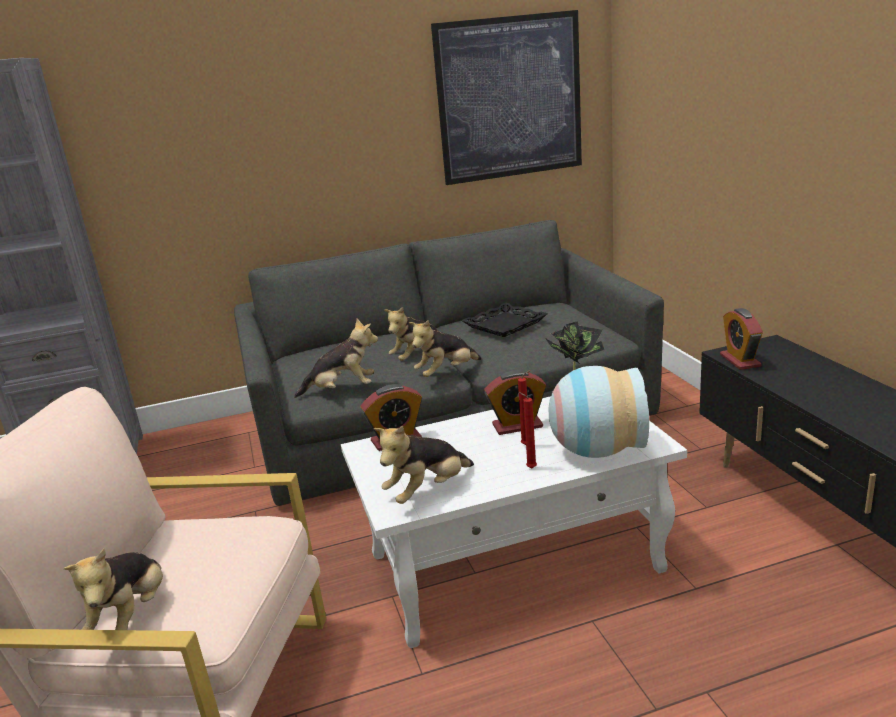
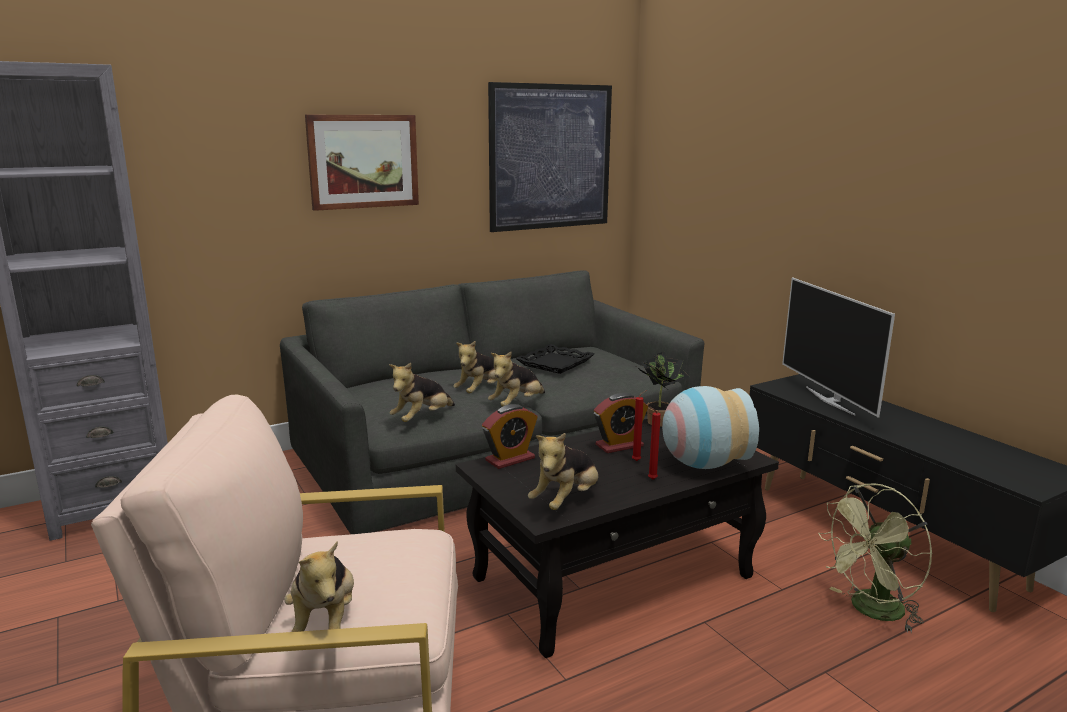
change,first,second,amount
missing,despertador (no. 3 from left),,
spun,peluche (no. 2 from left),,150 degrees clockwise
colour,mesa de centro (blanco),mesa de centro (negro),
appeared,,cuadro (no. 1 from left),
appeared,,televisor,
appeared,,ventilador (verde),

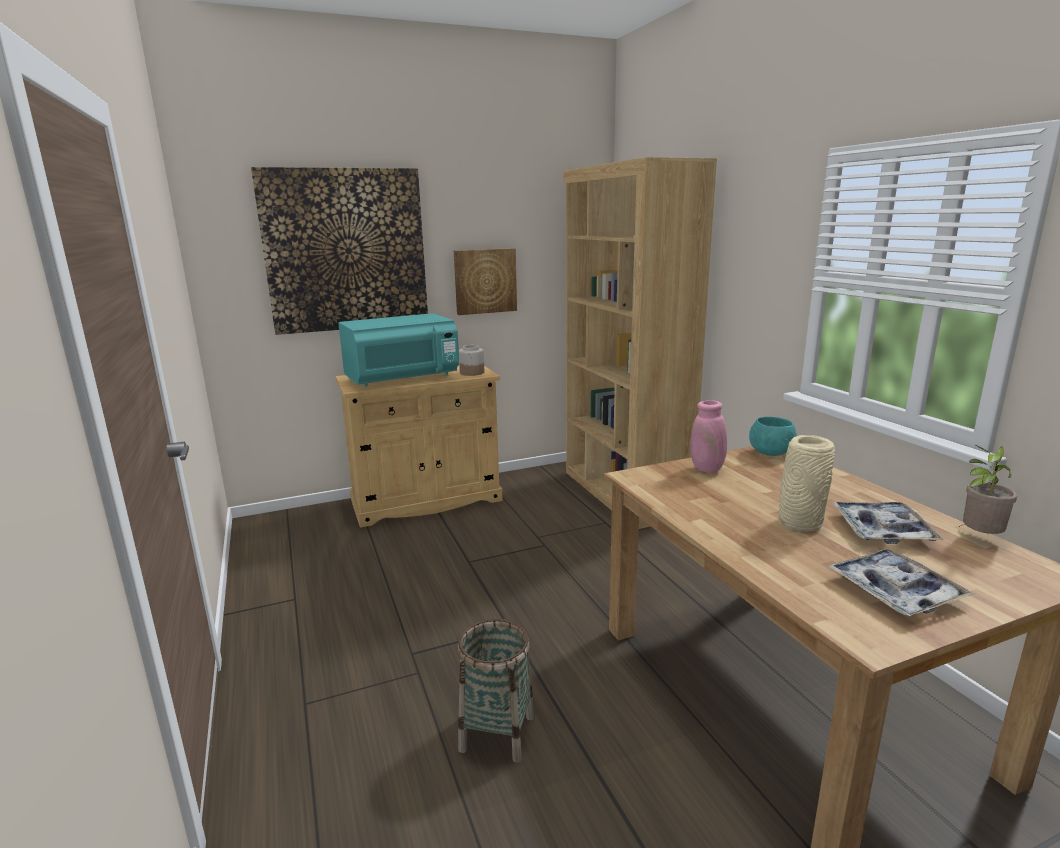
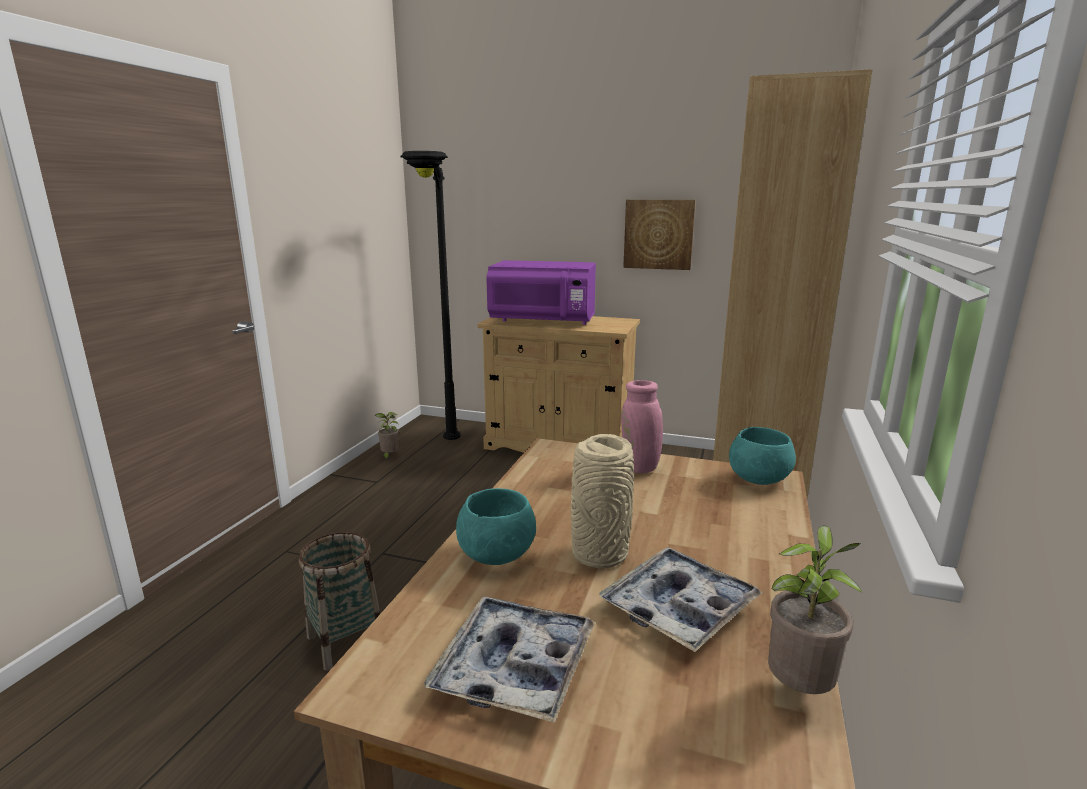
change,first,second,amount
missing,cuadro (no. 1 from left),,
colour,microondas (turquesa),microondas (morado),
missing,tarro,,
appeared,,lámpara de pie (negro),
appeared,,planta en maceta (no. 1 from left),
appeared,,cuenco (turquesa) (no. 1 from left),

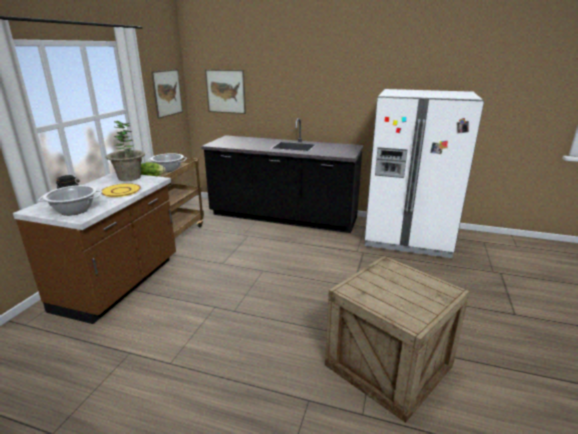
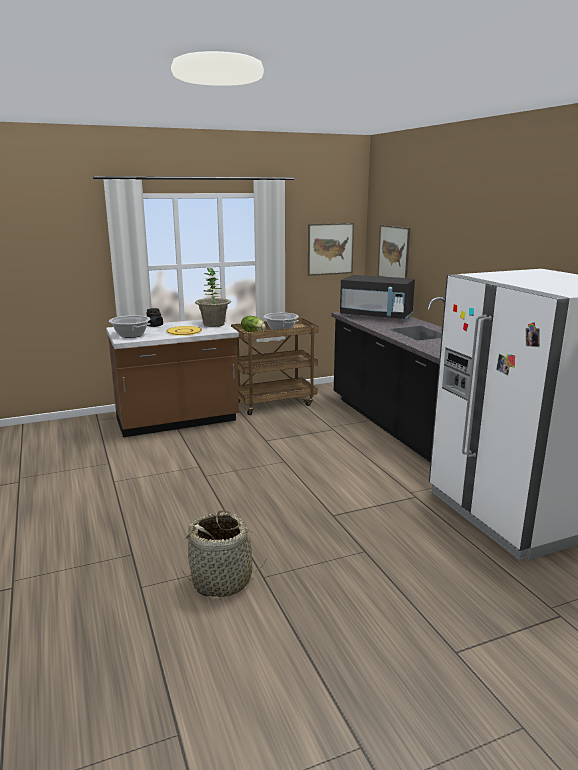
change,first,second,amount
exchanged,caja de embalaje,cesta,
appeared,,microondas (negro),

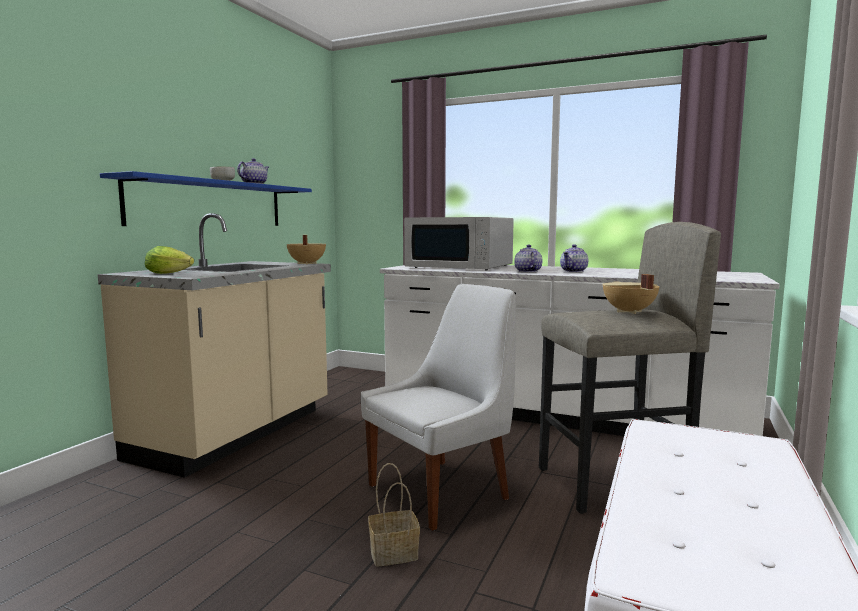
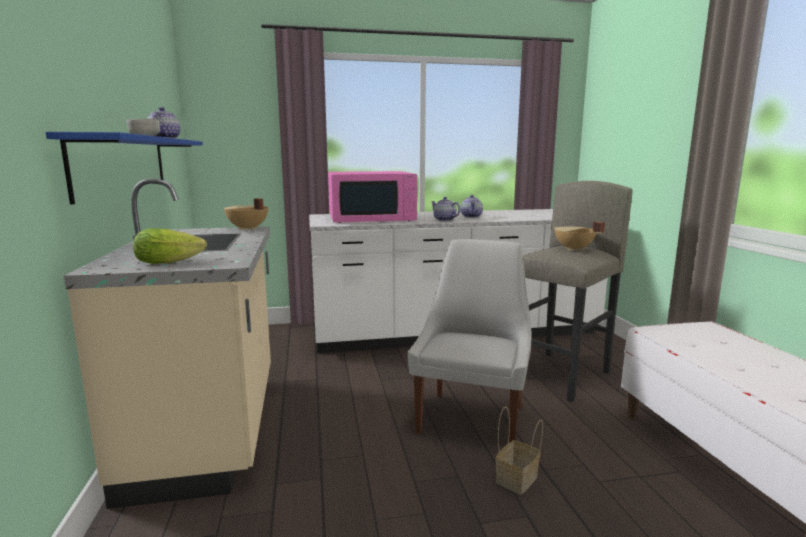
change,first,second,amount
colour,microondas (blanco),microondas (rosa),

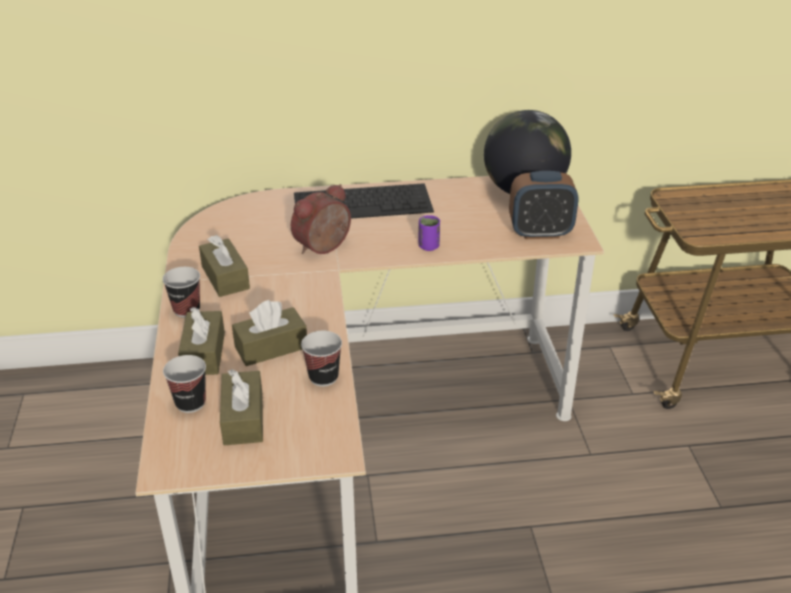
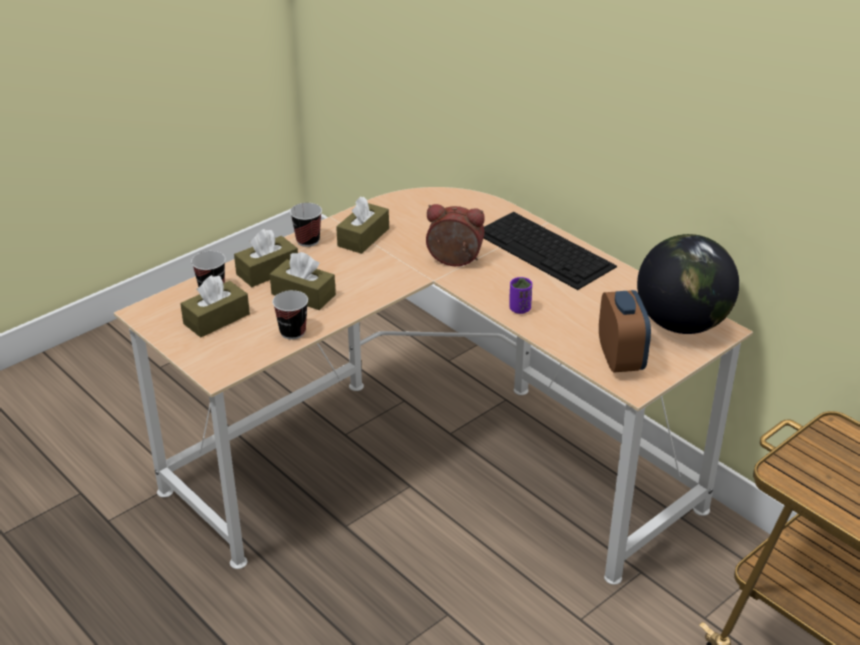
change,first,second,amount
spun,despertador (no. 2 from left),,150 degrees counterclockwise

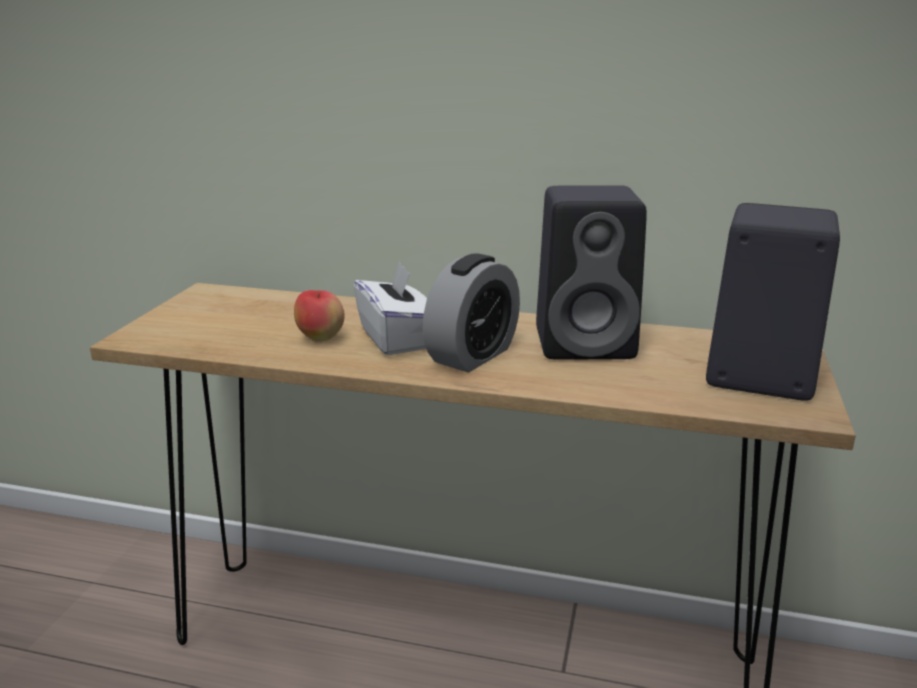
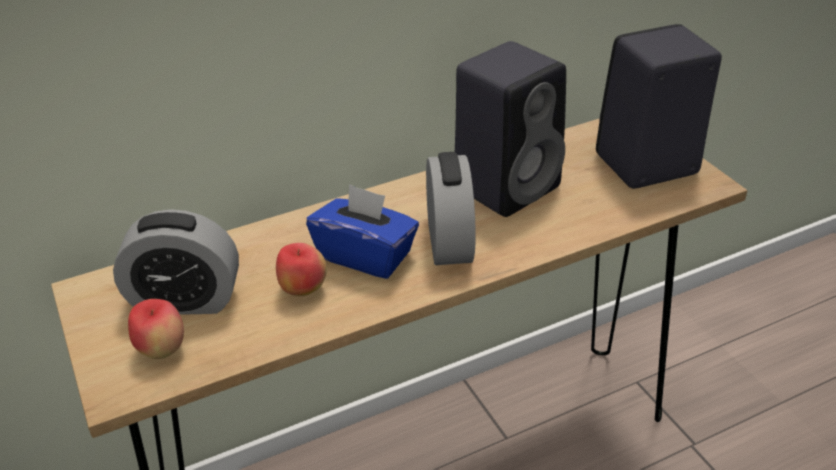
change,first,second,amount
colour,caja de pañuelos (blanco),caja de pañuelos (azul),
appeared,,despertador (no. 1 from left),
appeared,,manzana (no. 1 from left),

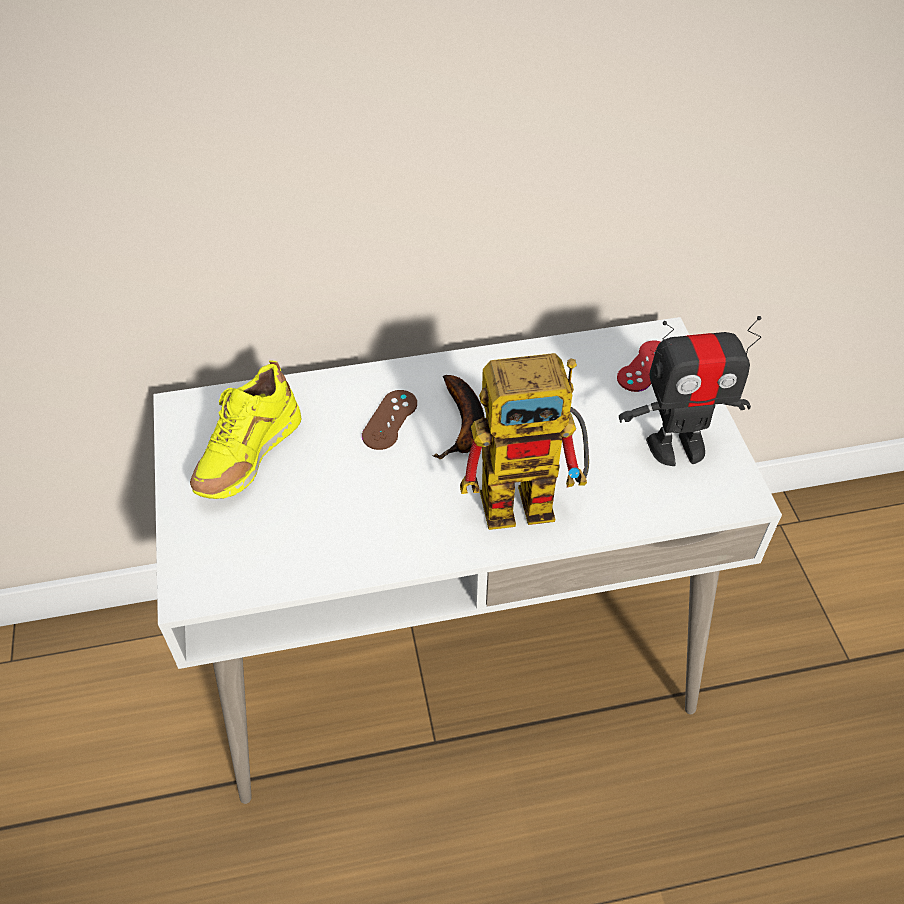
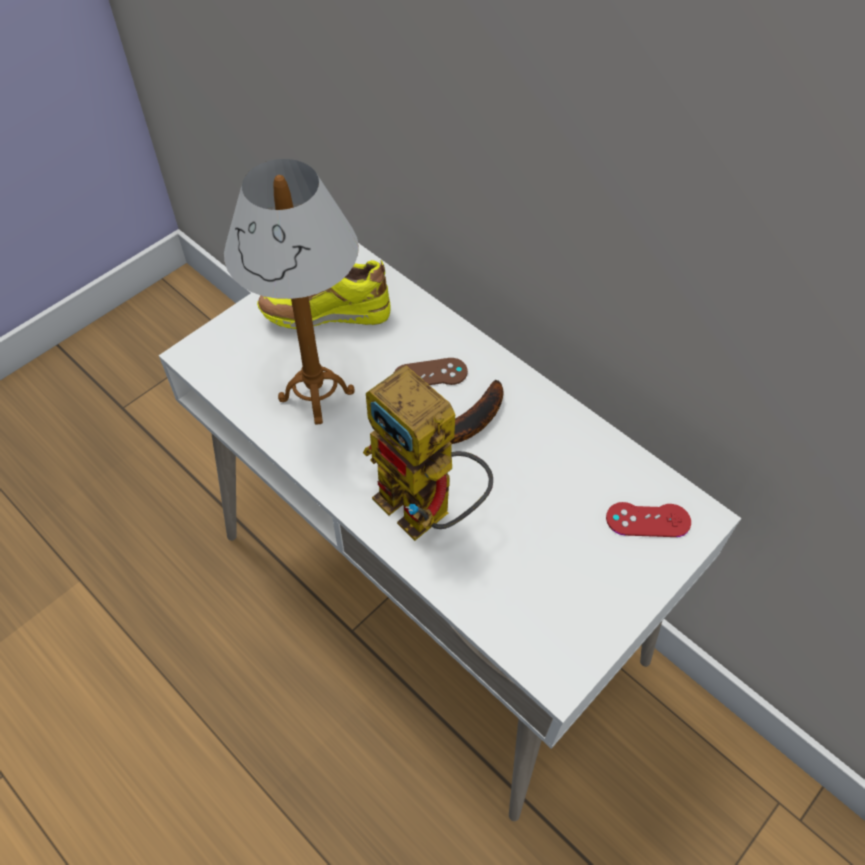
change,first,second,amount
missing,robot de juguete (no. 2 from left),,
appeared,,lámpara de mesa,

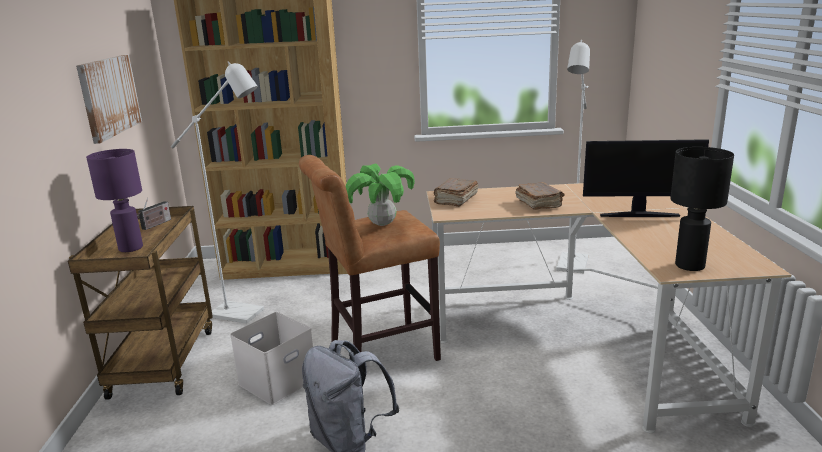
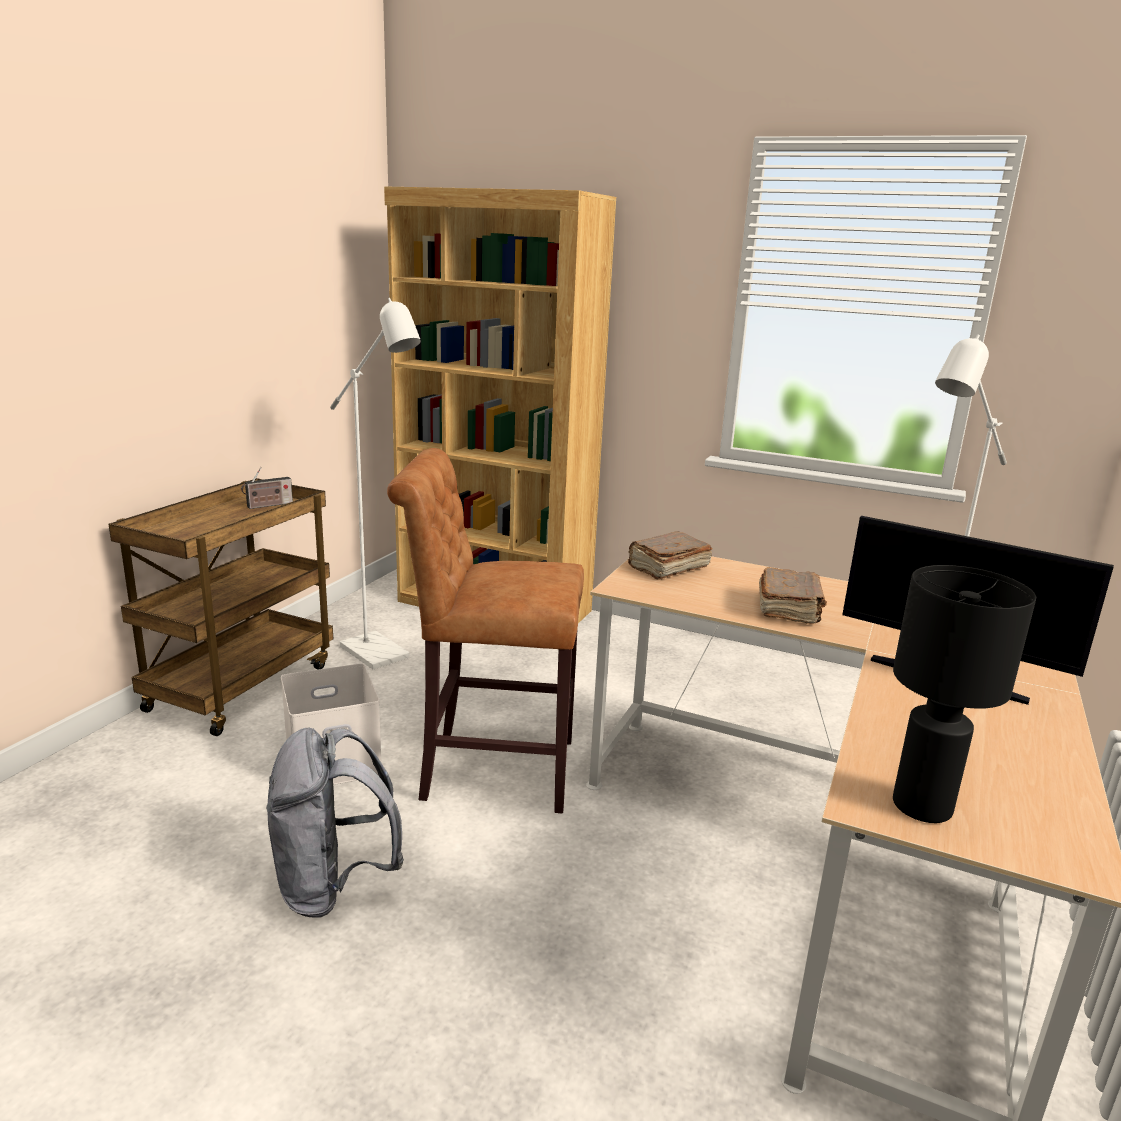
change,first,second,amount
missing,cuadro,,
missing,lámpara de mesa (morado),,
missing,planta en maceta,,

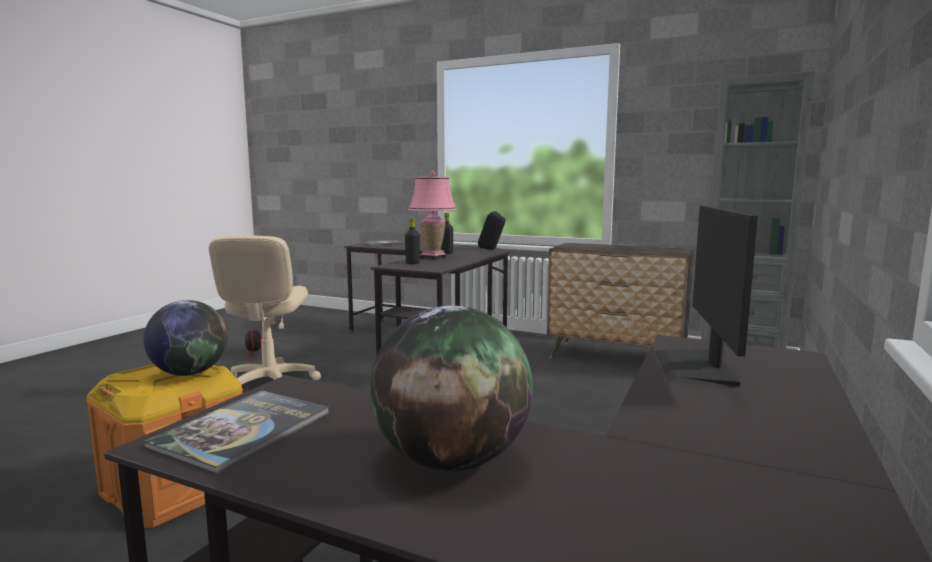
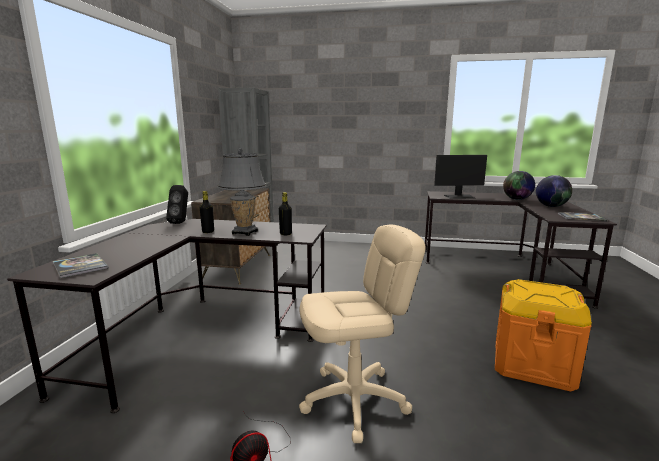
change,first,second,amount
colour,lámpara de mesa (rosa),lámpara de mesa (gris),
relocated,globo terráqueo (no. 1 from left),,

